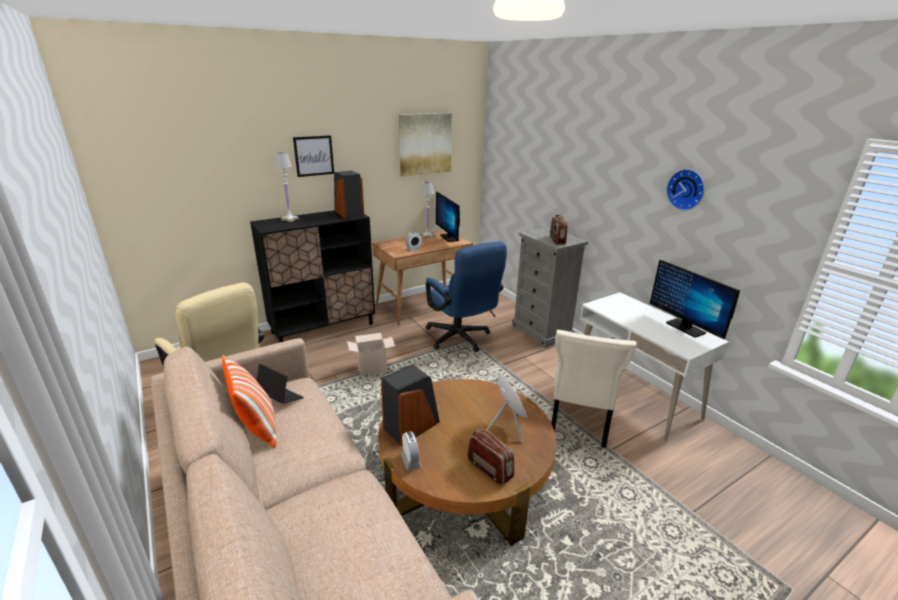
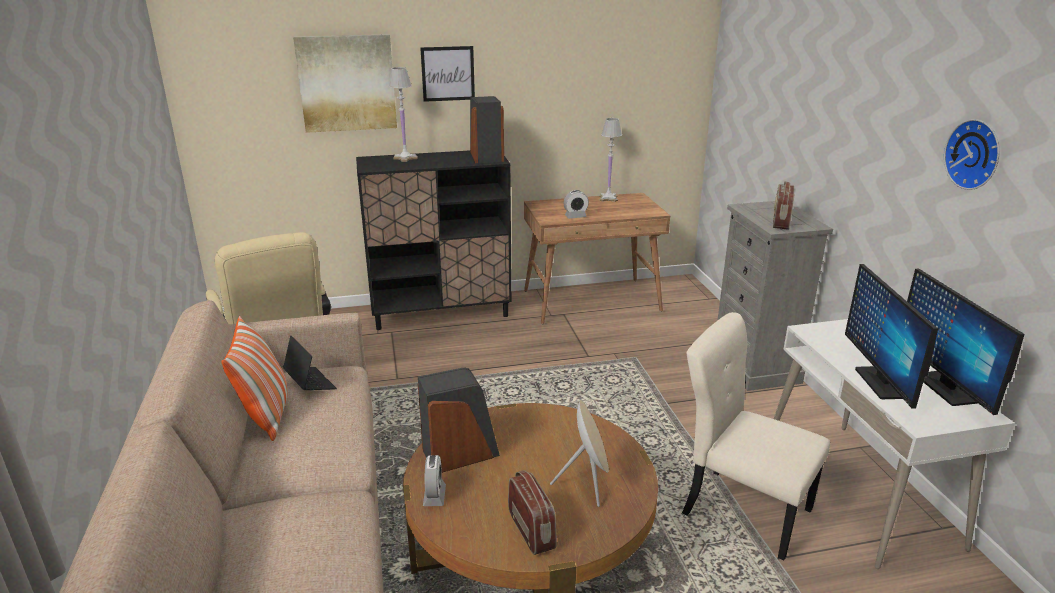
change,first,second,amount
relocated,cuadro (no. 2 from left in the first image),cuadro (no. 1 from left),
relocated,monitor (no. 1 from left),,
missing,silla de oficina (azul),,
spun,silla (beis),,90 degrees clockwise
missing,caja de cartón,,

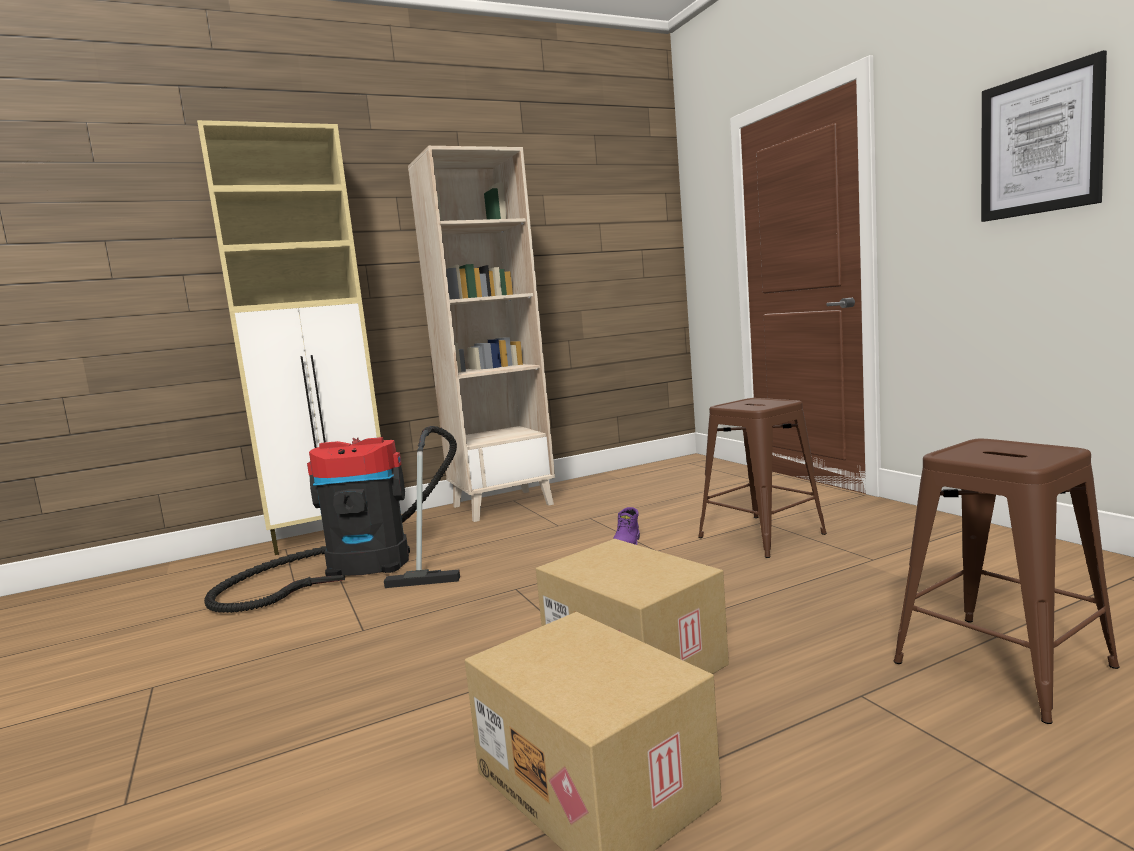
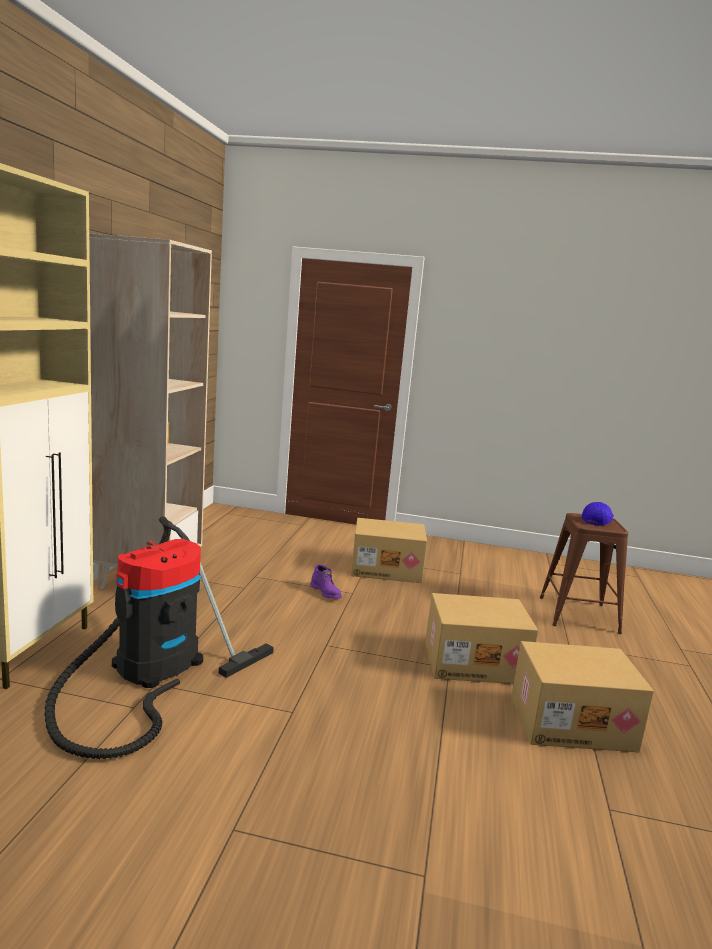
change,first,second,amount
missing,cuadro,,
exchanged,taburete (marrón) (no. 1 from left),caja de cartón (no. 1 from left),
appeared,,gorra (azul),

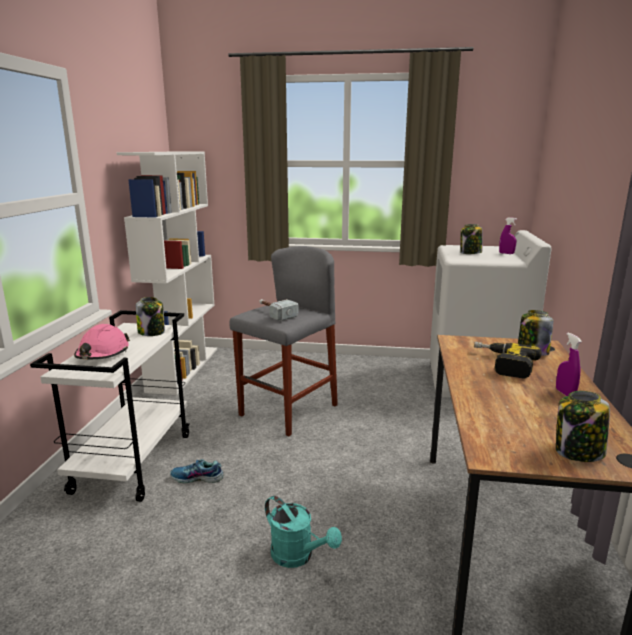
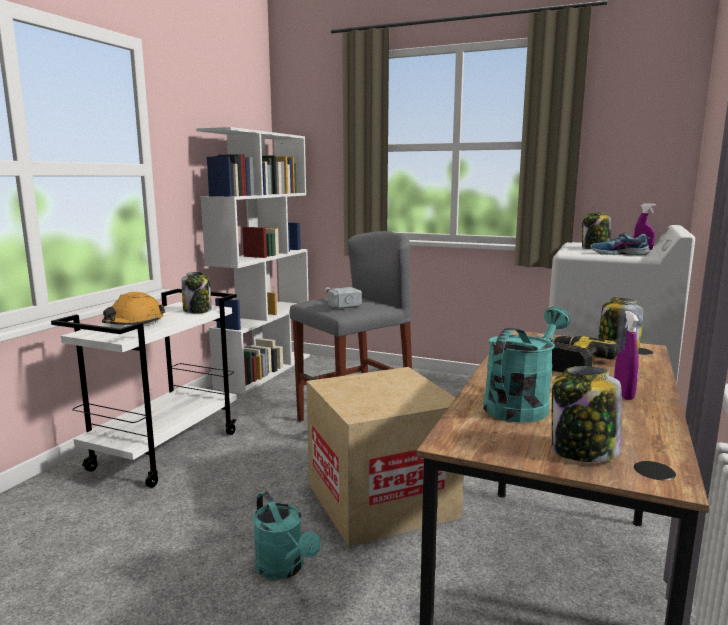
change,first,second,amount
colour,casco (rosa),casco (naranja),
relocated,zapato,,
appeared,,regadera (turquesa) (no. 2 from left),
appeared,,caja de cartón,

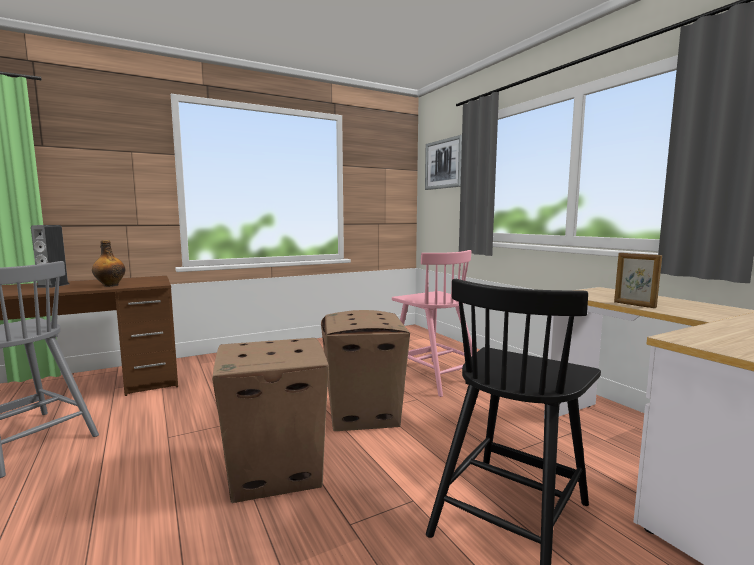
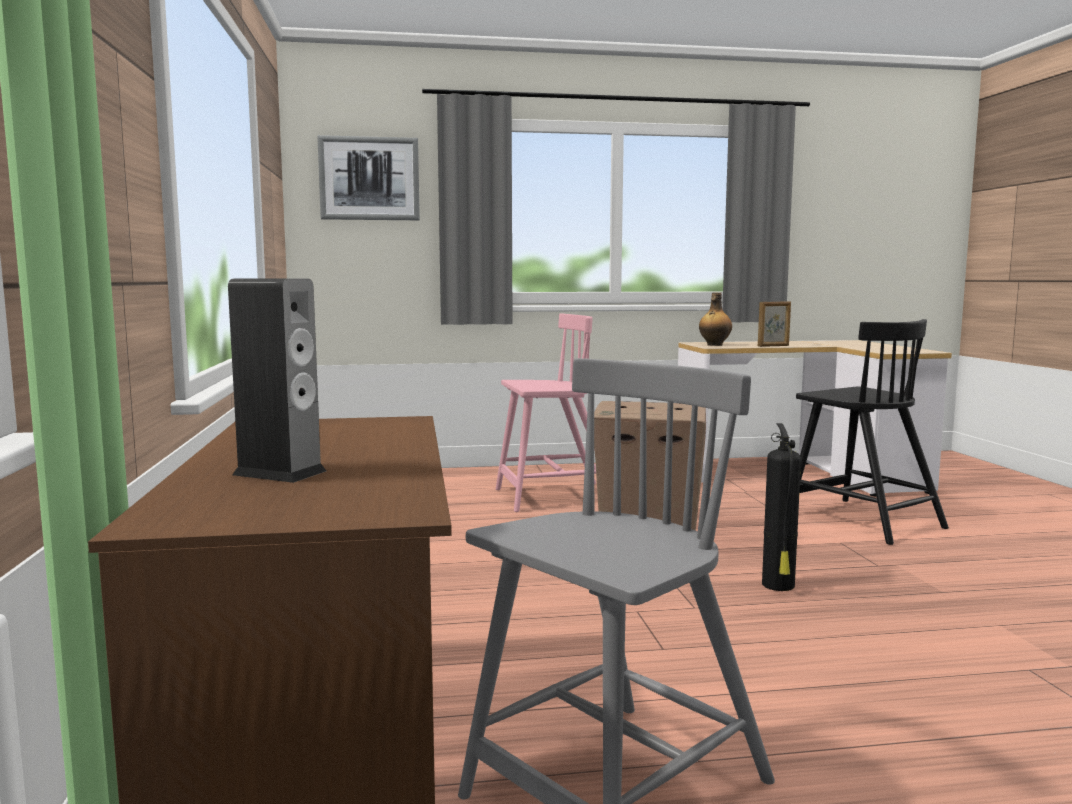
change,first,second,amount
relocated,botella,,
exchanged,caja de cartón (no. 1 from left),extintor,

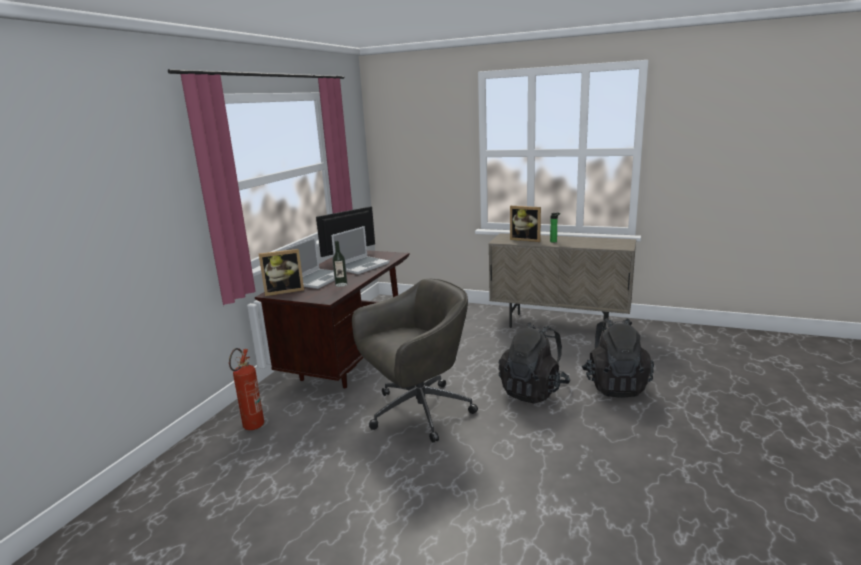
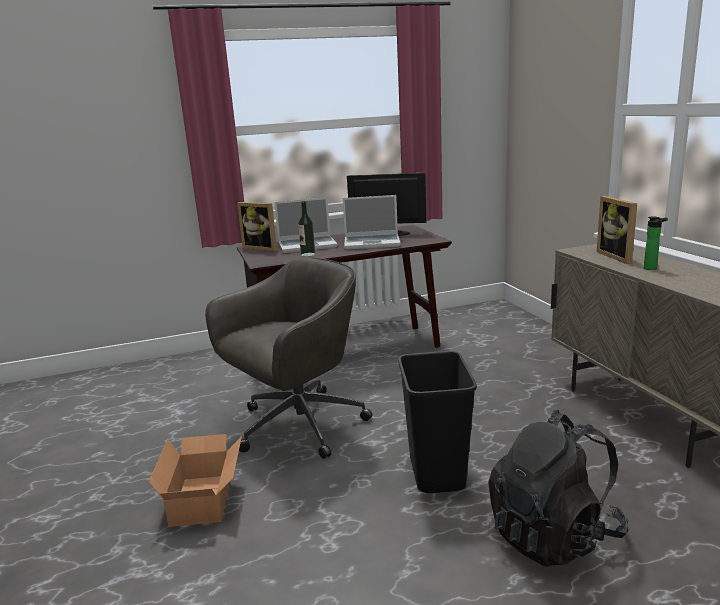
change,first,second,amount
spun,silla de oficina (gris),,60 degrees counterclockwise
exchanged,mochila (negro) (no. 1 from left),papelera (negro),
missing,extintor,,
appeared,,caja de cartón,

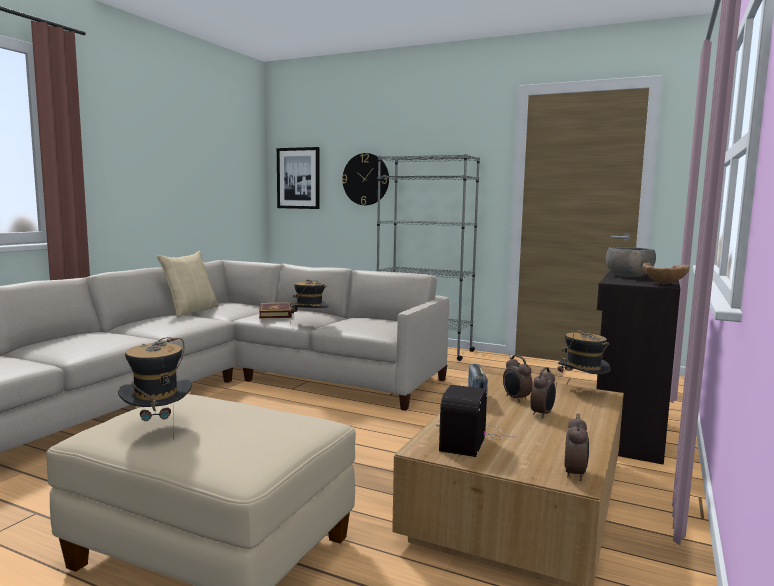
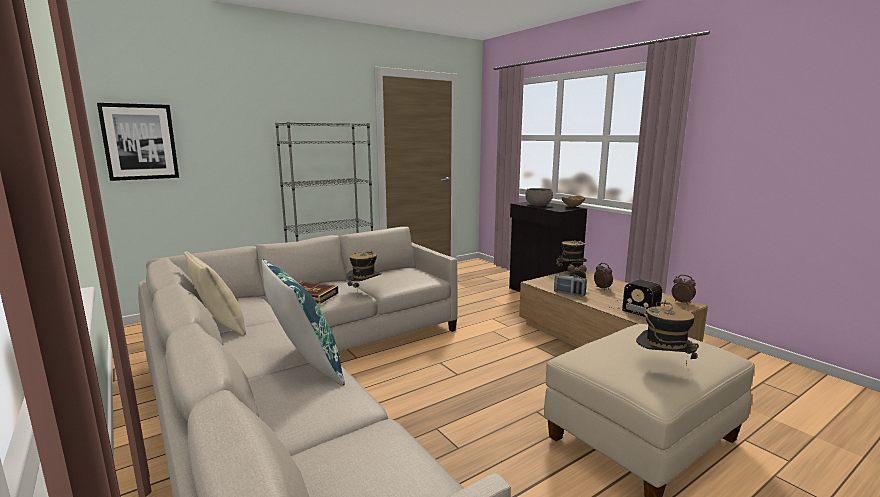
change,first,second,amount
missing,reloj de pared,,
appeared,,cojín (azul),

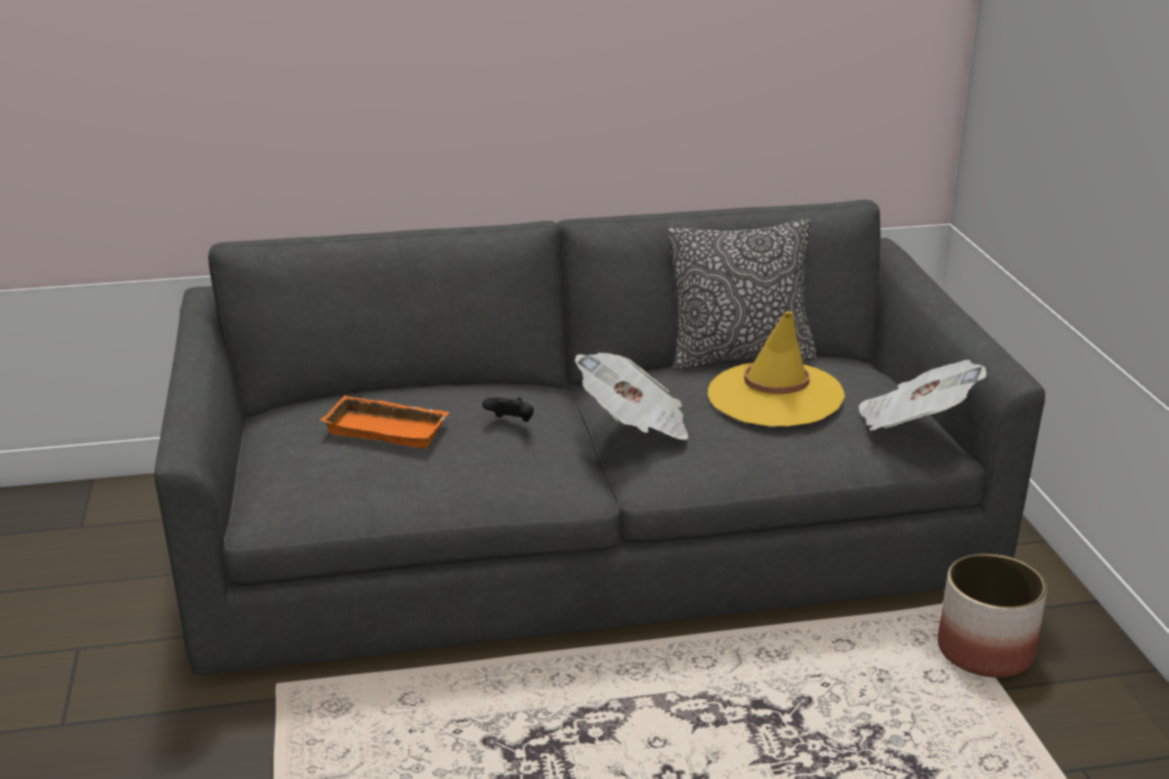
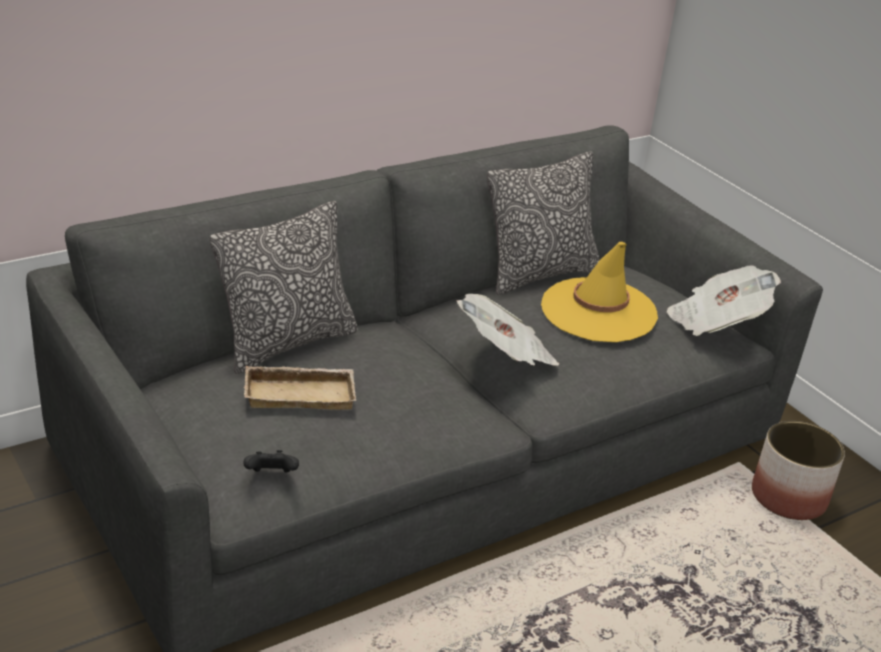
change,first,second,amount
colour,bandeja (naranja),bandeja (beis),
relocated,mando de consola (negro),,
appeared,,cojín (no. 1 from left),

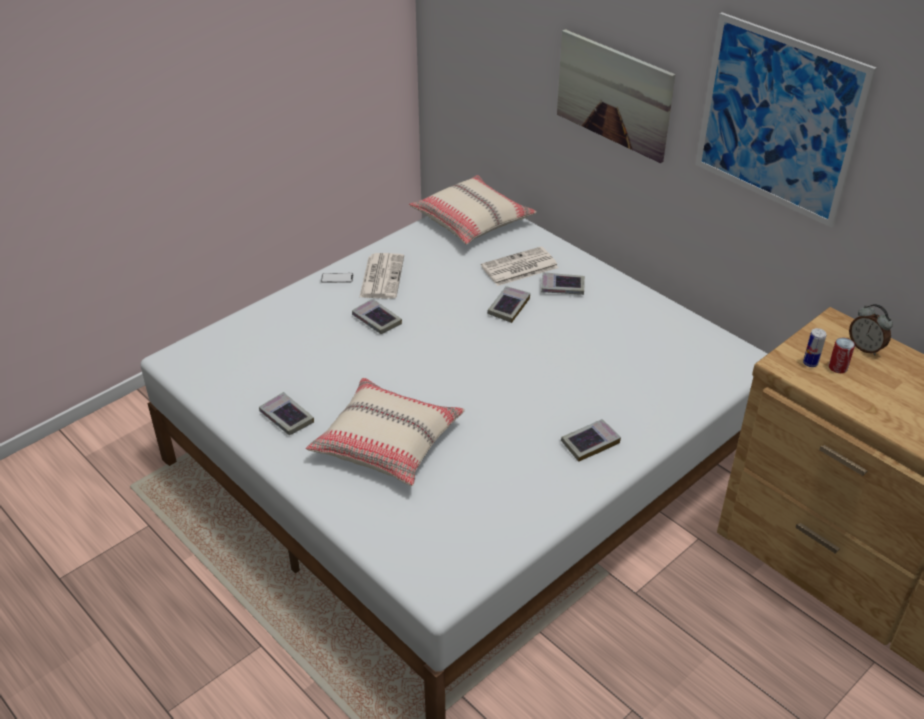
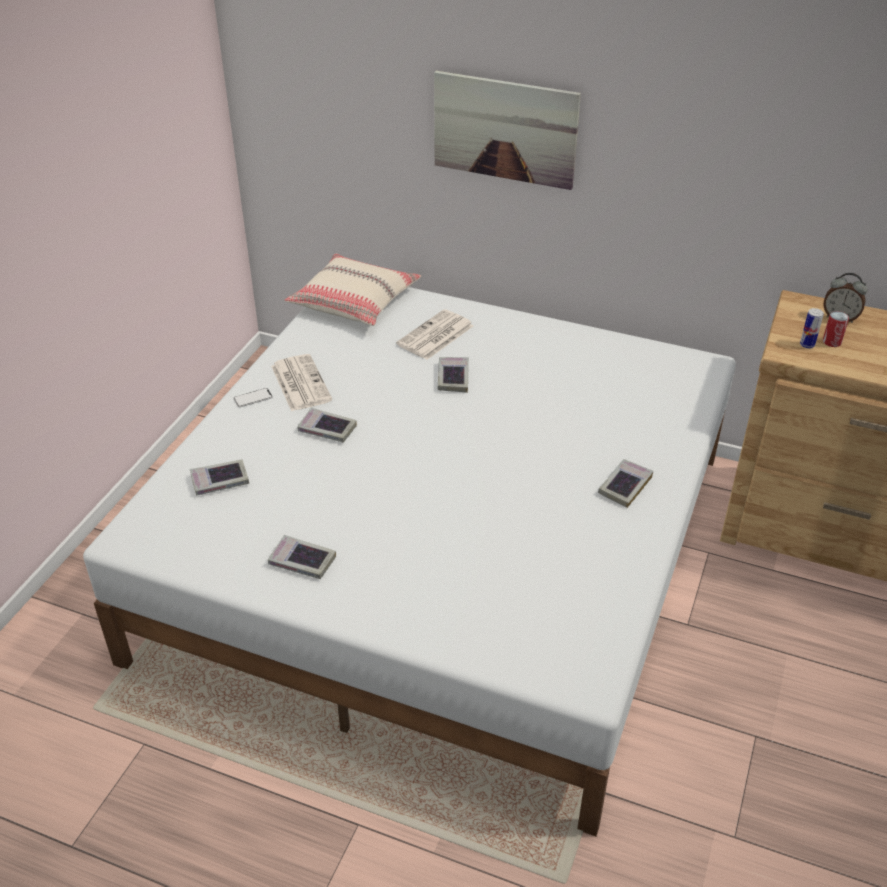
change,first,second,amount
missing,cuadro (no. 2 from left),,
relocated,libro (no. 4 from left in the first image),libro (no. 1 from left),
missing,cojín (beis) (no. 1 from left),,

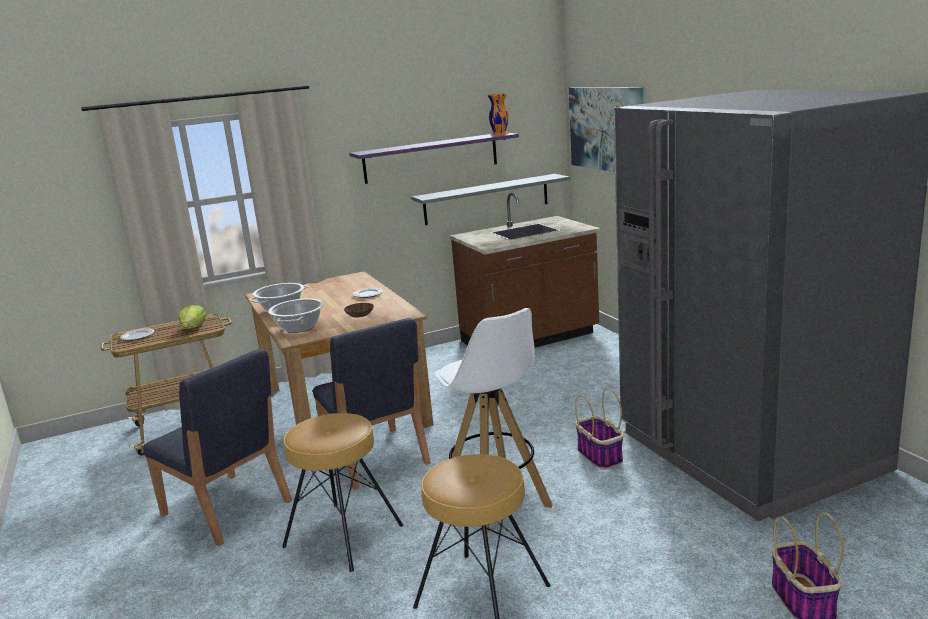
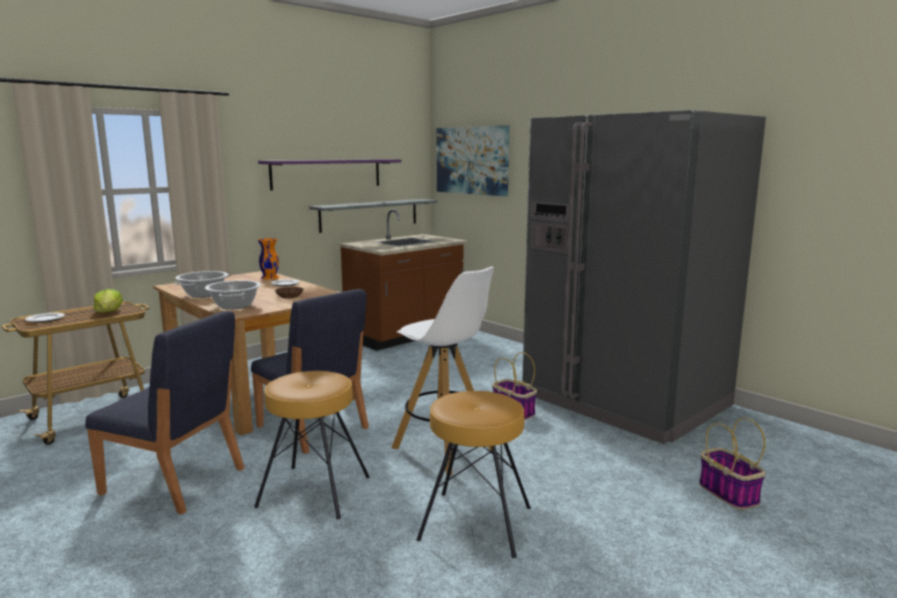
change,first,second,amount
relocated,florero (naranja),,

